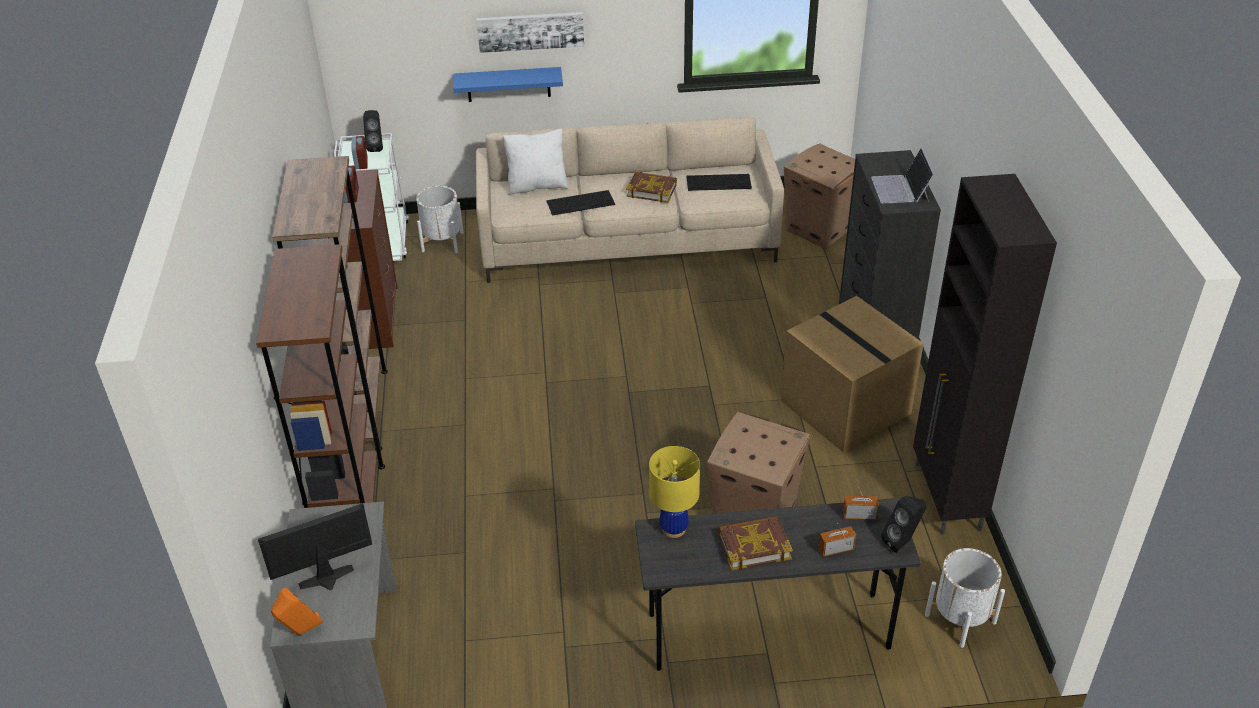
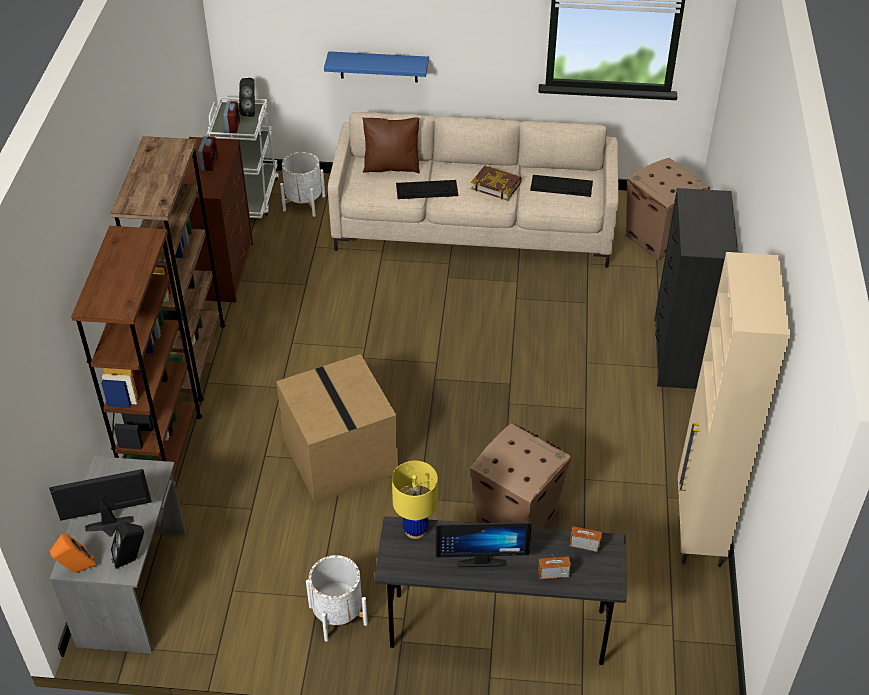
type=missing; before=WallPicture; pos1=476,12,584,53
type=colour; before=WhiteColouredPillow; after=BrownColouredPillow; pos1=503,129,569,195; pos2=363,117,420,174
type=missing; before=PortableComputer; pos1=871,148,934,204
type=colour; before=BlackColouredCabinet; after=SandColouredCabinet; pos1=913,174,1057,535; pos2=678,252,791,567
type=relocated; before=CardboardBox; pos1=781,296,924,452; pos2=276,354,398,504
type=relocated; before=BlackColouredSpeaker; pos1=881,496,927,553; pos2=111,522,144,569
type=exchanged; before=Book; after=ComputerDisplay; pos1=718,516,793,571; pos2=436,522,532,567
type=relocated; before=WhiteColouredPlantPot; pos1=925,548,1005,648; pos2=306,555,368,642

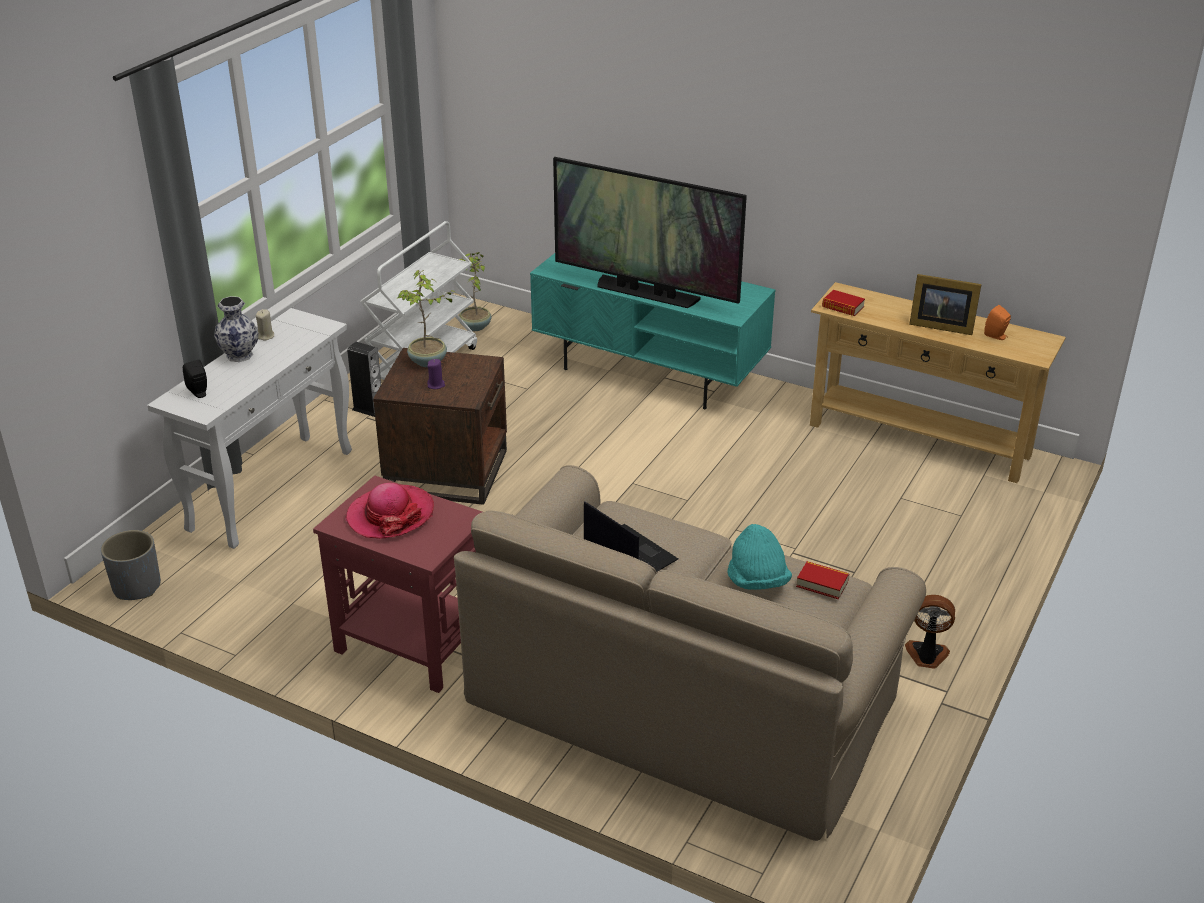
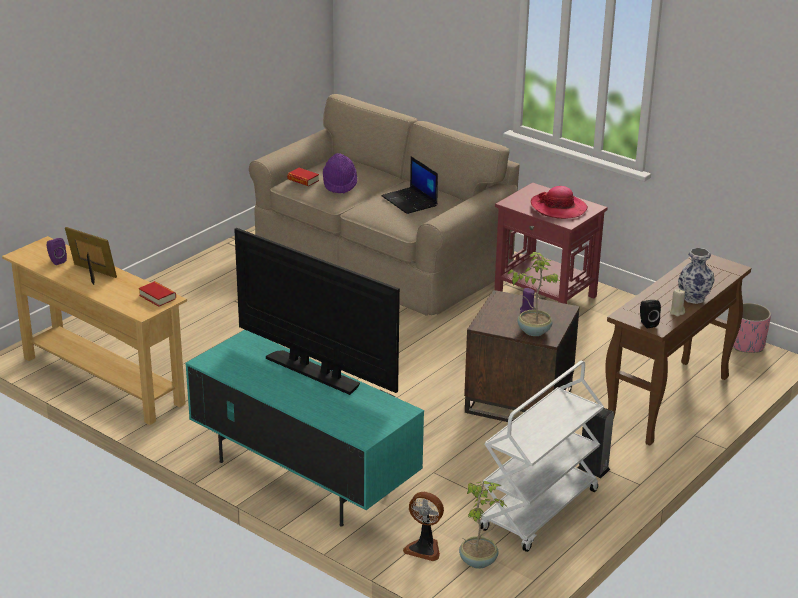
type=colour; before=OrangeySpeaker; after=PurpleSpeaker; pos1=984,305,1011,340; pos2=47,238,67,265
type=colour; before=WhiteColouredNarrowTable; after=BrownColouredNarrowTable; pos1=147,308,352,549; pos2=605,254,751,446
type=relocated; before=BlackColouredSpeaker; pos1=183,360,207,398; pos2=640,300,661,329
type=colour; before=BlueGreenWearableHat; after=PurpleWearableHat; pos1=727,524,792,590; pos2=323,153,357,194
type=colour; before=GreyPlantPot; after=PinkColouredPlantPot; pos1=101,530,161,600; pos2=733,303,771,353
type=relocated; before=CoolingFan; pos1=905,595,955,669; pos2=403,492,444,561

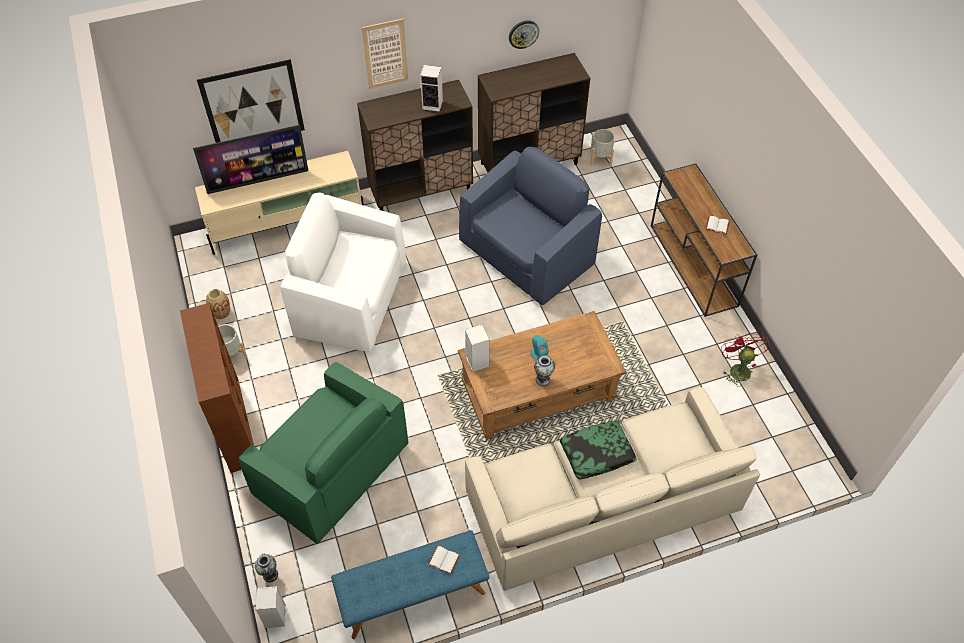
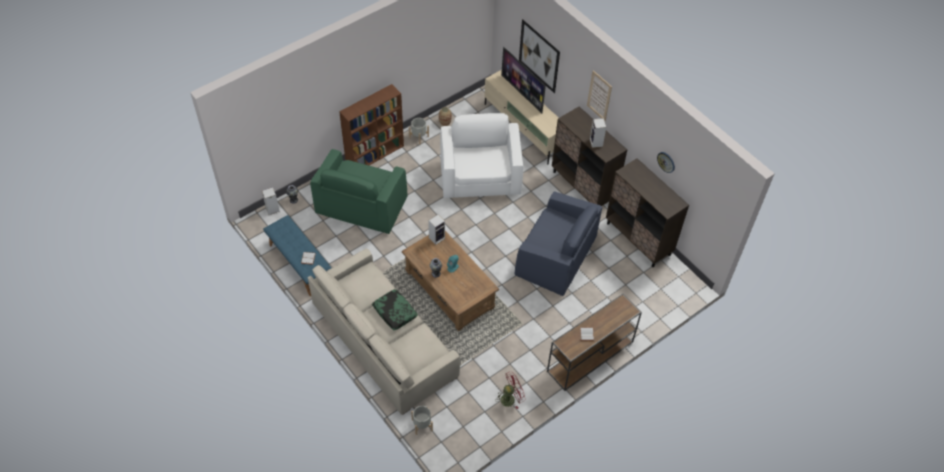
type=relocated; before=GreyPlantPot; pos1=590,129,615,167; pos2=411,406,433,435

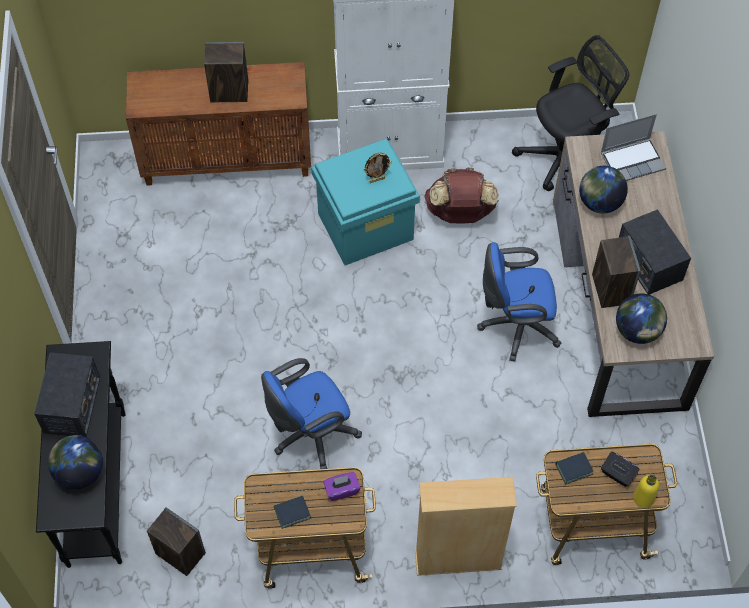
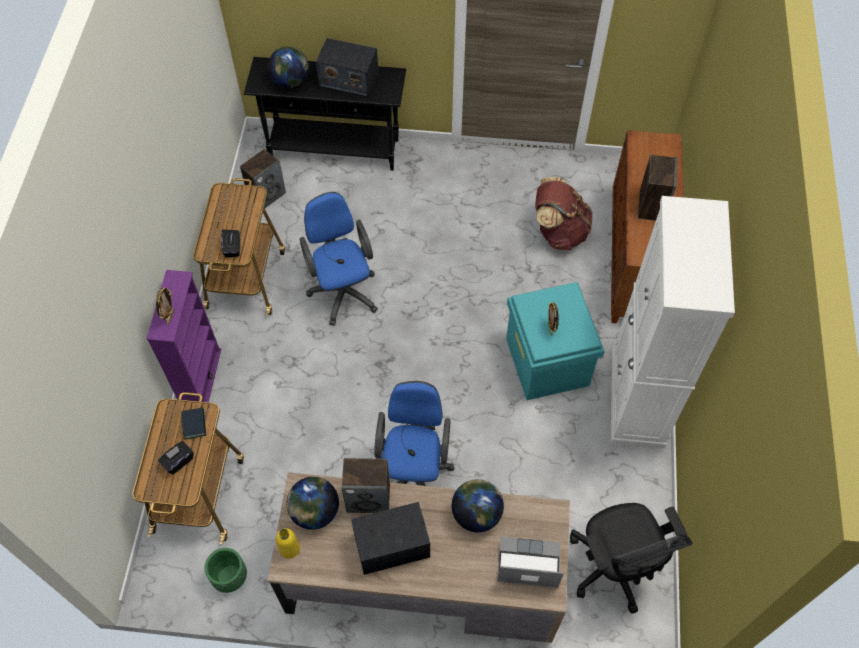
type=spun; before=PortableComputer; pos1=601,114,666,181; pos2=497,536,564,588; turn=105
type=relocated; before=BrownColouredRucksack; pos1=424,168,498,224; pos2=535,177,593,250
type=colour; before=PurpleTissueBox; after=BlackColouredTissueBox; pos1=324,472,361,501; pos2=221,230,240,258
type=relocated; before=YellowColouredBeverageBottle; pos1=633,475,659,508; pos2=276,528,300,559
type=colour; before=SandColouredBookcase; after=PurpleBookcase; pos1=415,477,517,576; pos2=146,270,221,408
type=missing; before=Book; pos1=274,496,311,529
type=appeared; after=PhotoFrame; pos2=156,287,174,325
type=appeared; after=GreenishPlantPot; pos2=205,548,247,593

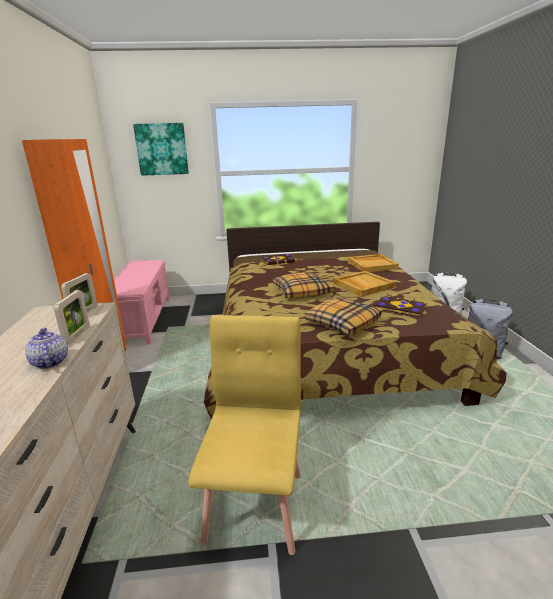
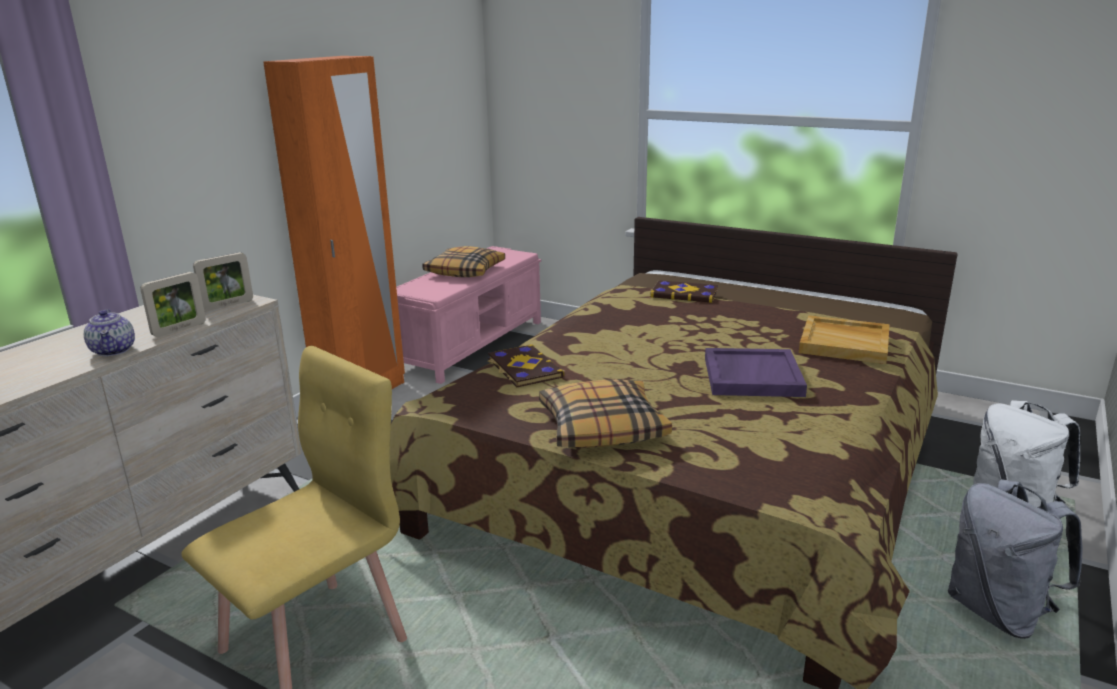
type=missing; before=WallPicture; pos1=133,123,189,176
type=colour; before=SandColouredServingTray; after=PurpleServingTray; pos1=334,271,395,297; pos2=705,348,807,397
type=relocated; before=Pillow; pos1=273,272,334,299; pos2=422,246,505,277
type=relocated; before=Book; pos1=375,296,427,317; pos2=487,344,564,387
type=spun; before=Teapot; pos1=25,328,68,369; pos2=84,309,135,356; turn=150

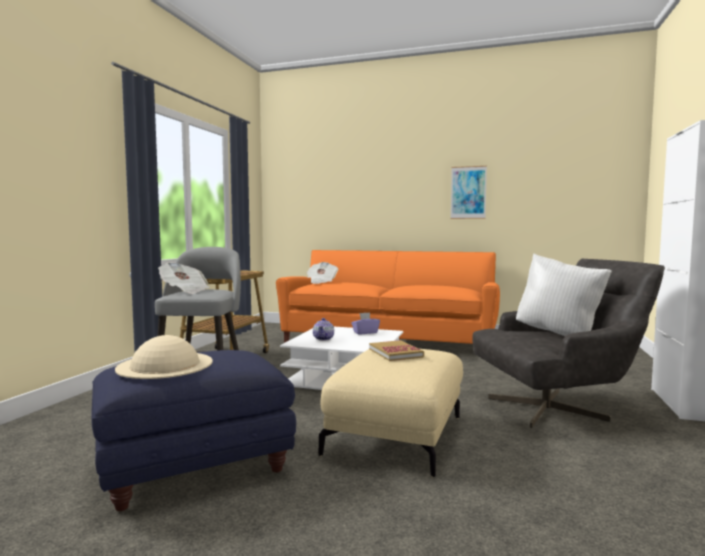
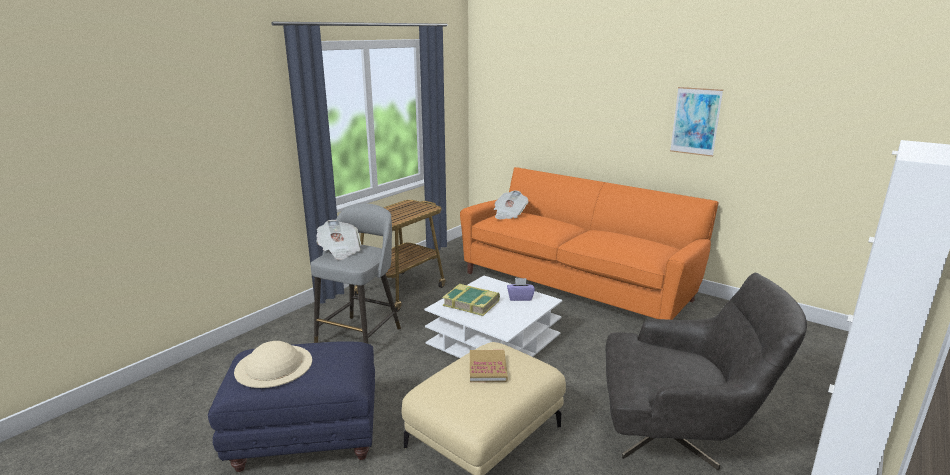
type=missing; before=WhiteColouredPillow; pos1=516,253,612,336
type=exchanged; before=Teapot; after=Book; pos1=313,318,334,340; pos2=442,284,500,316

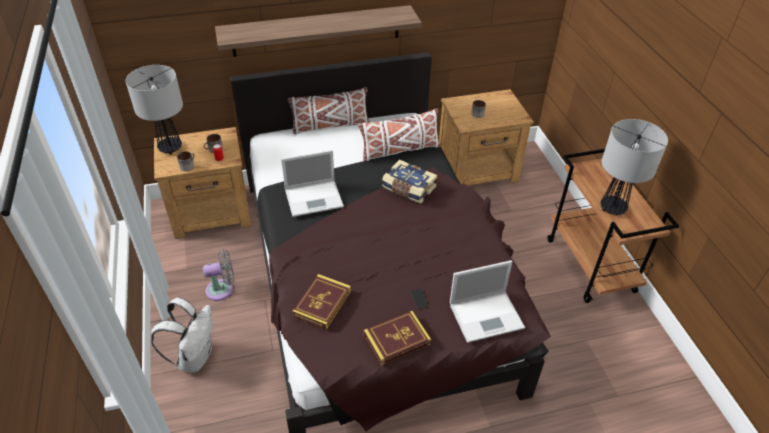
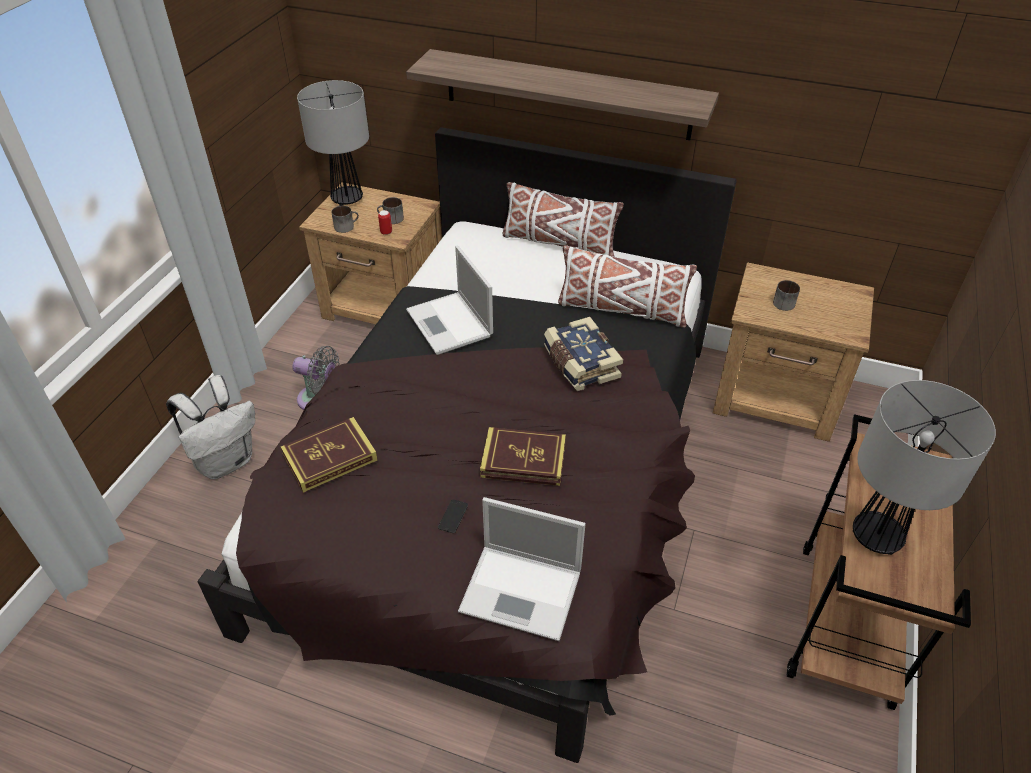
type=spun; before=PortableComputer; pos1=281,150,344,217; pos2=406,246,493,355; turn=45
type=relocated; before=Book; pos1=364,311,431,365; pos2=480,427,566,486

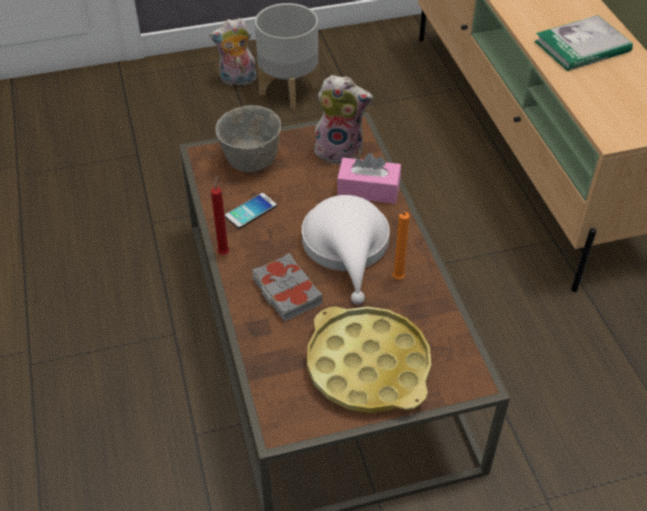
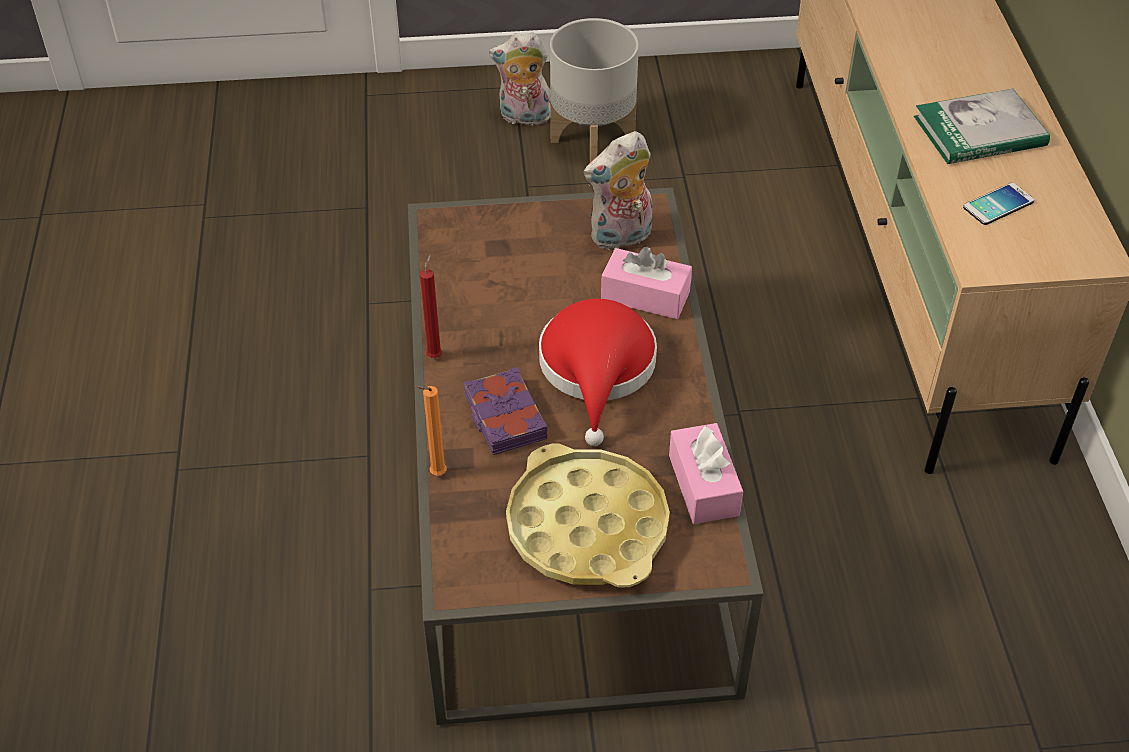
type=spun; before=PlushToy; pos1=314,75,373,165; pos2=584,131,652,250; turn=135
type=missing; before=GreyServingBowl; pos1=215,105,281,172
type=relocated; before=Phone; pos1=225,193,277,229; pos2=963,183,1034,225
type=colour; before=WhiteColouredWearableHat; after=RedWearableHat; pos1=302,195,390,305; pos2=539,299,657,446
type=relocated; before=OrangeyWaxLight; pos1=393,212,410,280; pos2=416,386,447,476
type=colour; before=GreyBook; after=PurpleBook; pos1=252,253,322,322; pos2=464,367,548,455
type=appeared; after=PinkColouredTissueBox; pos2=669,423,743,524

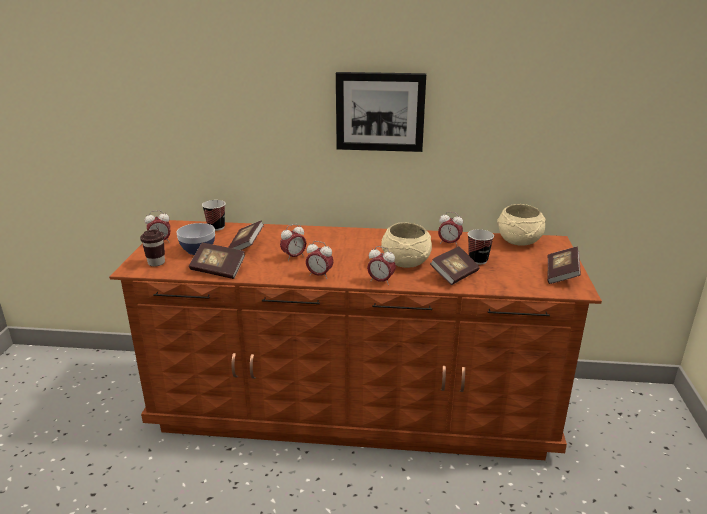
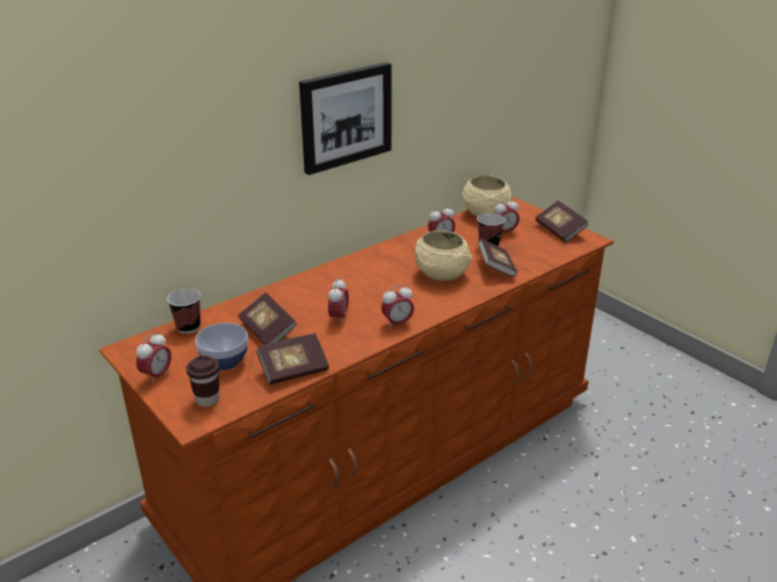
type=relocated; before=AlarmClock; pos1=367,246,396,286; pos2=494,198,520,233

